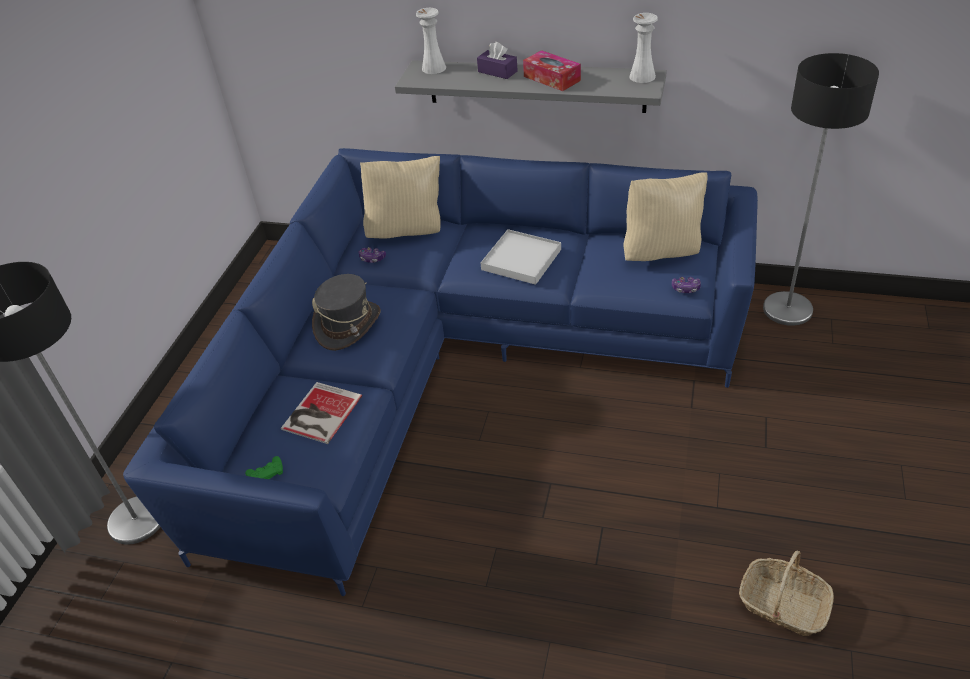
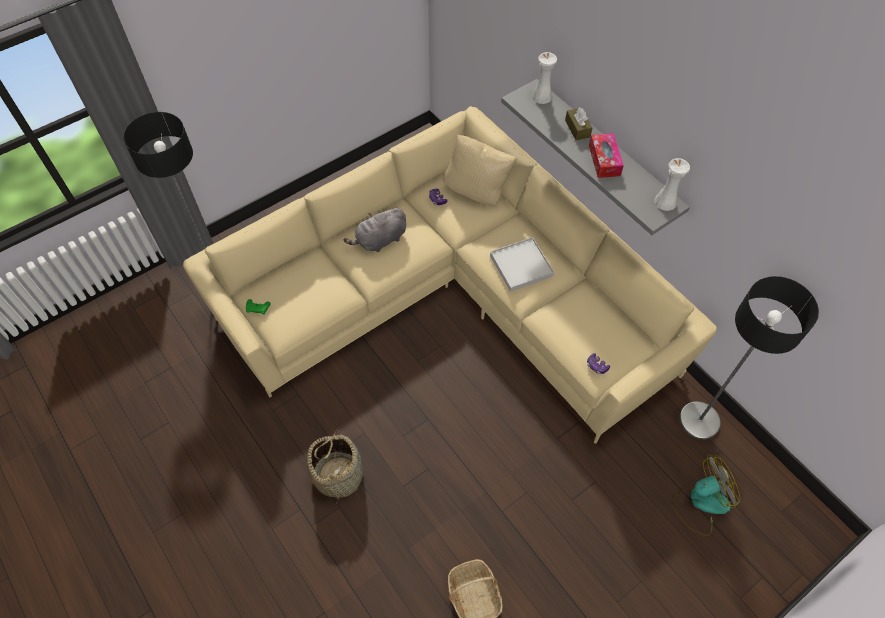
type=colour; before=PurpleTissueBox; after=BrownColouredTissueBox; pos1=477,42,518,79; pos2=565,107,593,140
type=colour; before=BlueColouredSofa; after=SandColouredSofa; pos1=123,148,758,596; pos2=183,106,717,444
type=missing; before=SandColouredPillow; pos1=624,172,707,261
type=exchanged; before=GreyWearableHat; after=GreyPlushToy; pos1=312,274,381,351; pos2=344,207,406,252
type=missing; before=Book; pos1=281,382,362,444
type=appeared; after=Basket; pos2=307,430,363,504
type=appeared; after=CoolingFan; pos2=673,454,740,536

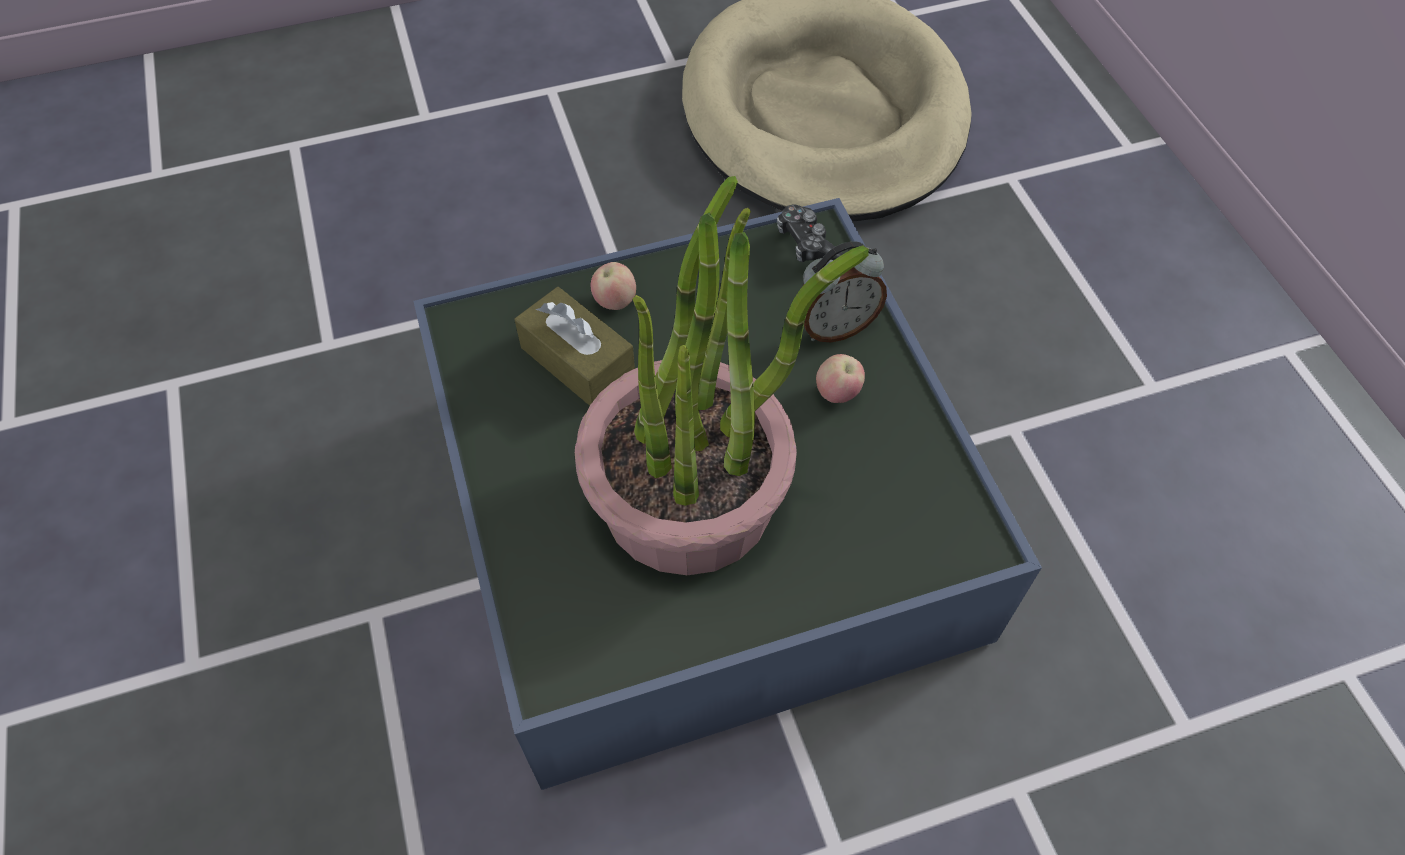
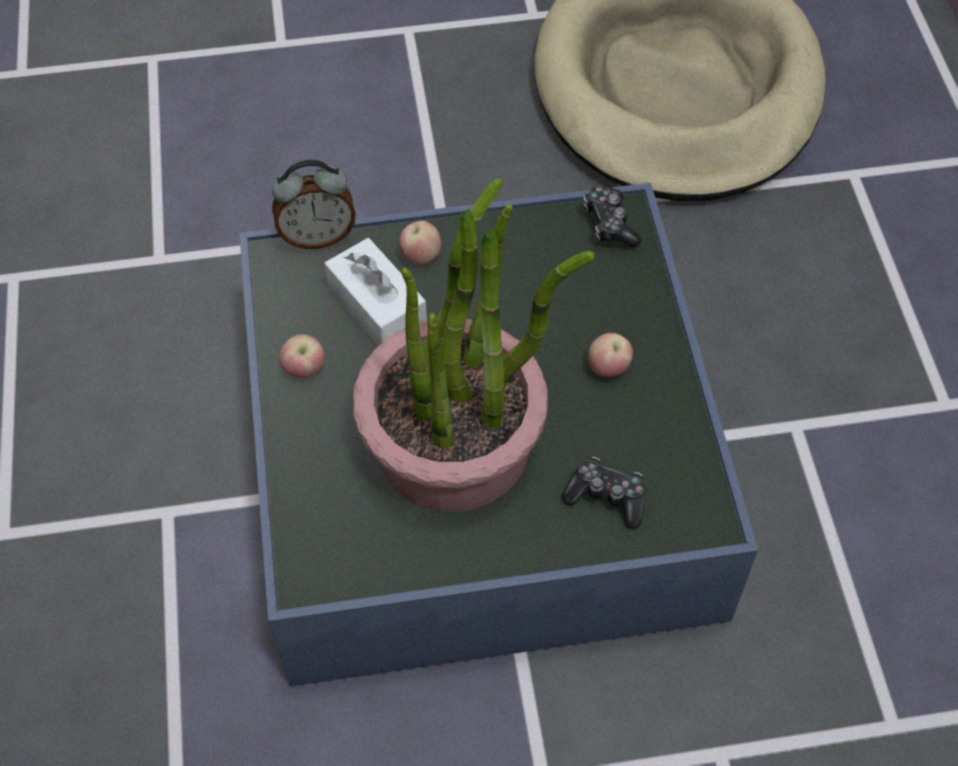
type=relocated; before=AlarmClock; pos1=802,241,887,342; pos2=272,160,356,249
type=colour; before=BrownColouredTissueBox; after=WhiteColouredTissueBox; pos1=514,287,635,406; pos2=325,238,427,346
type=appeared; after=AppleFruit; pos2=280,335,325,378
type=appeared; after=GameController; pos2=562,457,646,529

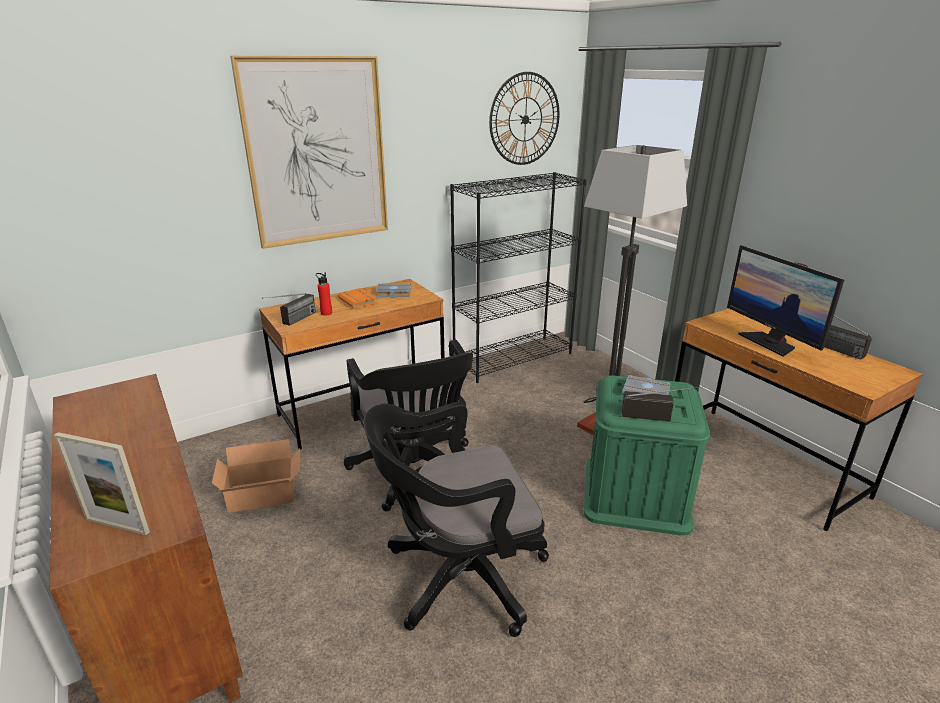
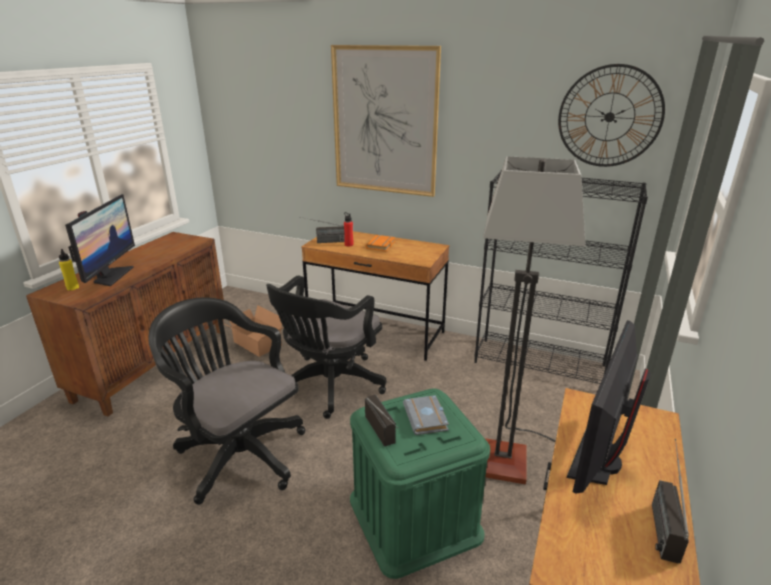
type=missing; before=GreyBook; pos1=376,283,411,298
type=exchanged; before=PhotoFrame; after=YellowColouredBeverageBottle; pos1=54,432,150,535; pos2=59,249,79,291
type=appeared; after=ComputerDisplay; pos2=65,194,135,286

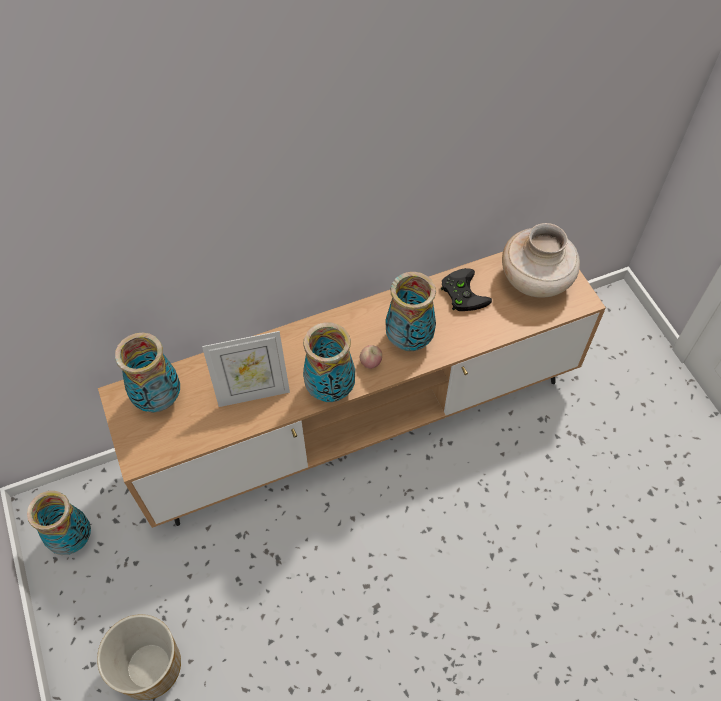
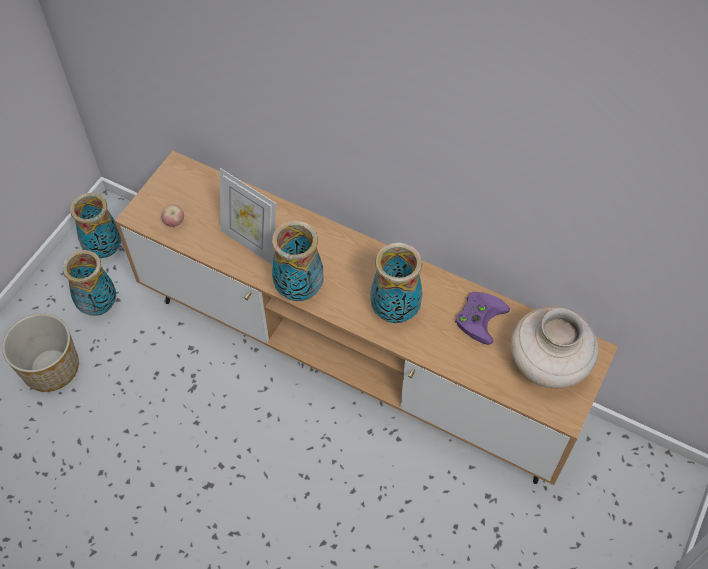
type=colour; before=BlackColouredGameController; after=PurpleGameController; pos1=441,268,492,311; pos2=455,292,510,345
type=relocated; before=Vase; pos1=115,333,180,413; pos2=63,250,116,316
type=relocated; before=AppleFruit; pos1=360,345,382,369; pos2=161,205,184,227

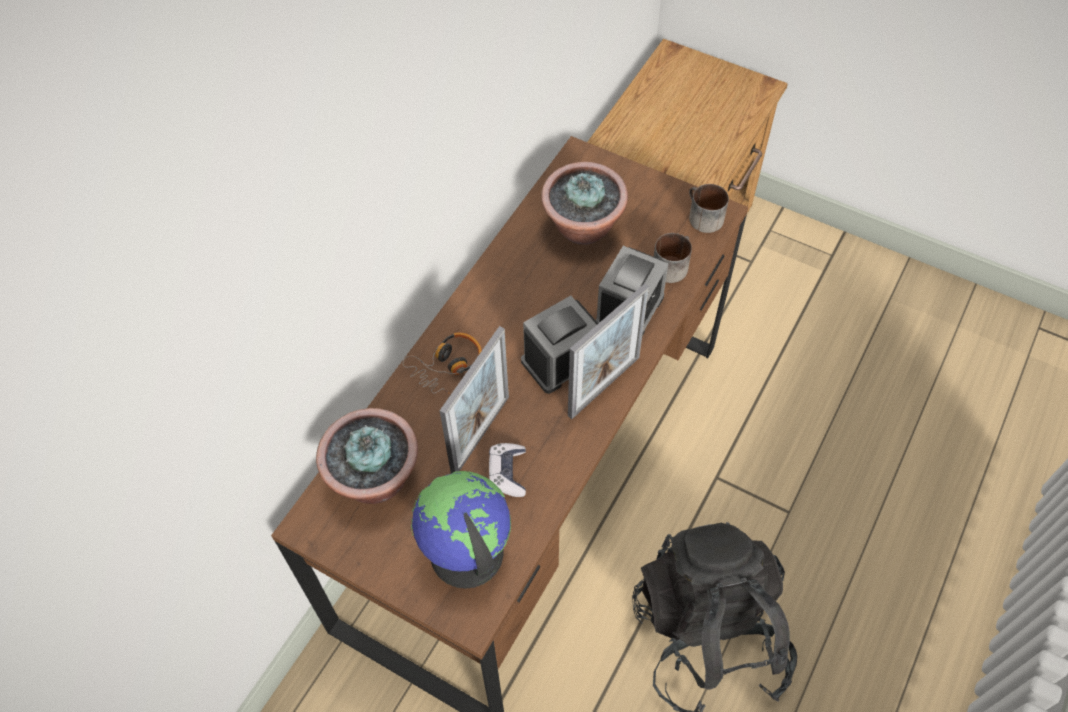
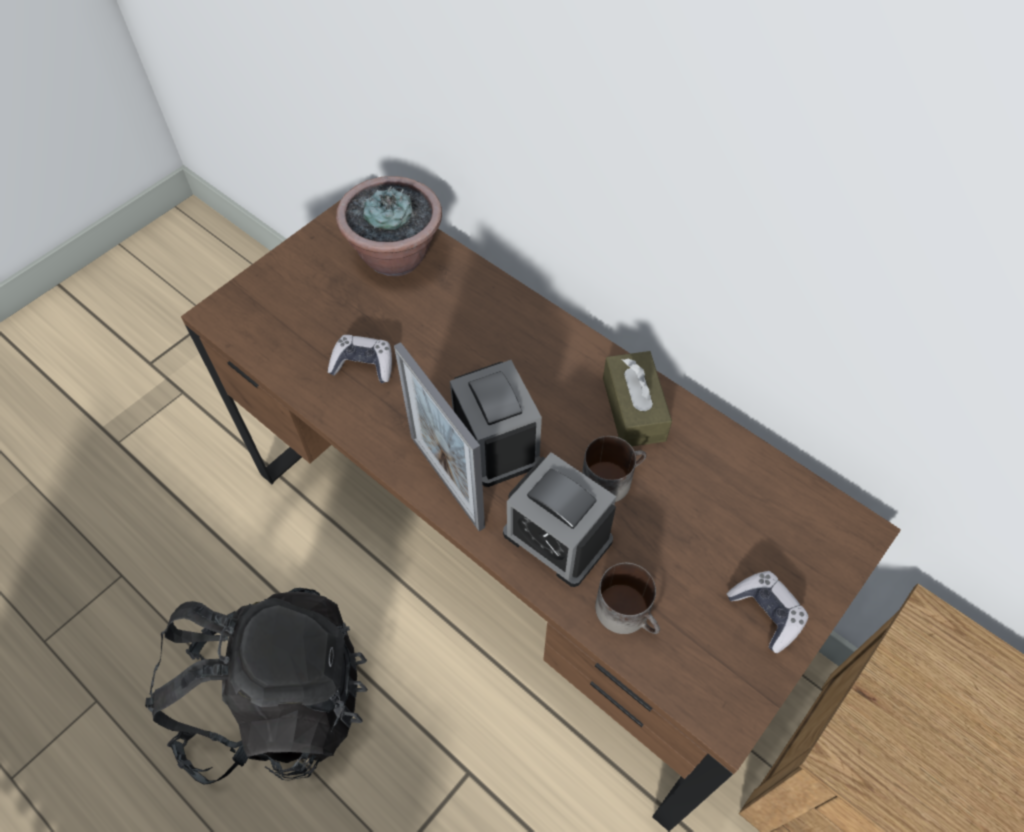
type=missing; before=Houseplant; pos1=541,162,628,245
type=relocated; before=CoffeeMug; pos1=689,184,729,233; pos2=582,436,646,502
type=missing; before=PhotoFrame; pos1=440,326,509,473
type=missing; before=PairOfHeadphones; pos1=403,333,482,395
type=missing; before=WorldGlobe; pos1=411,471,511,588
type=appeared; after=BrownColouredTissueBox; pos2=603,351,672,446
type=appeared; after=GameController; pos2=727,571,808,653

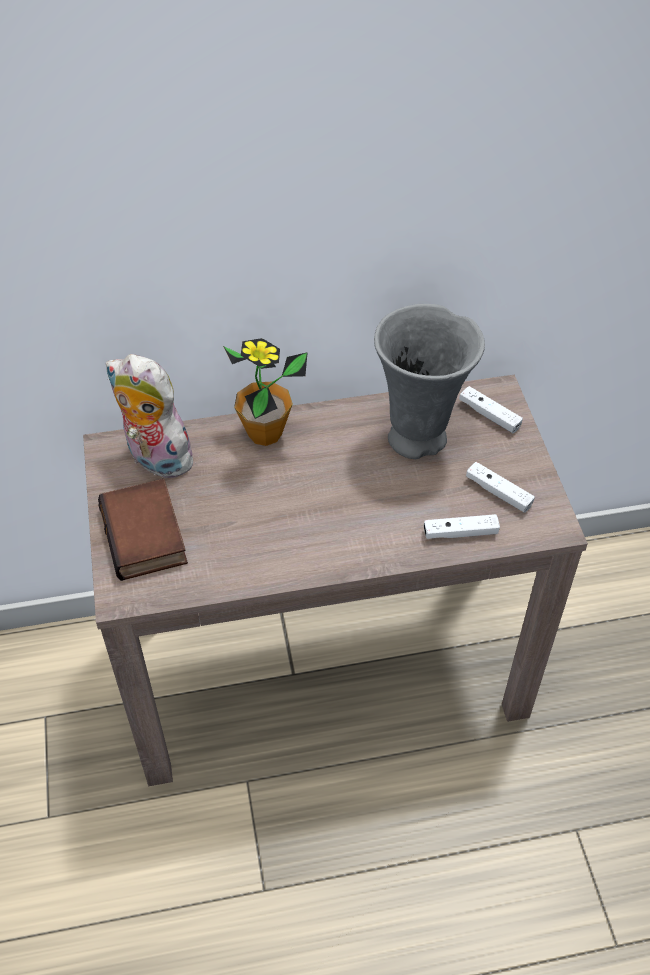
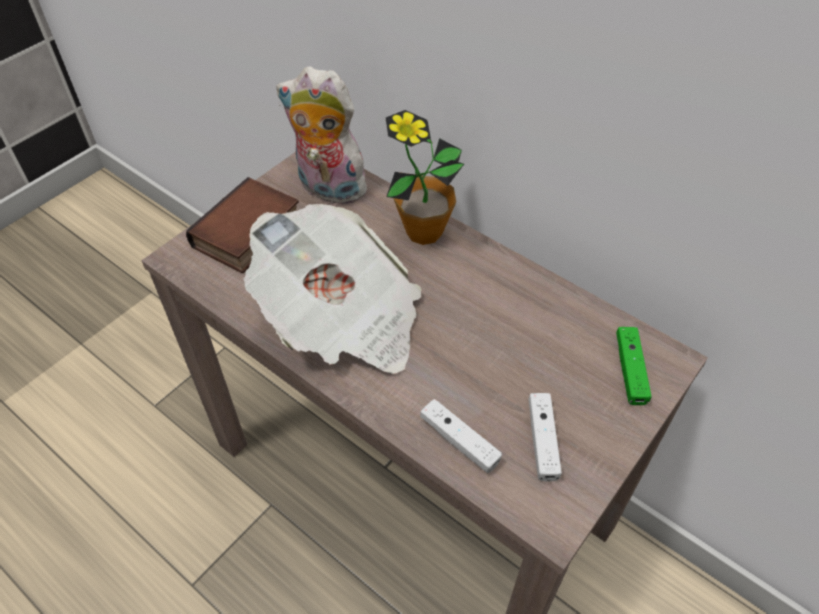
type=missing; before=GreyVase; pos1=374,304,485,459
type=spun; before=PlushToy; pos1=106,354,193,478; pos2=276,66,372,204; turn=-60
type=colour; before=WhiteColouredGameController; after=GreenishGameController; pos1=459,386,523,433; pos2=616,327,652,405
type=appeared; after=PrintedPaper; pos2=243,204,422,374

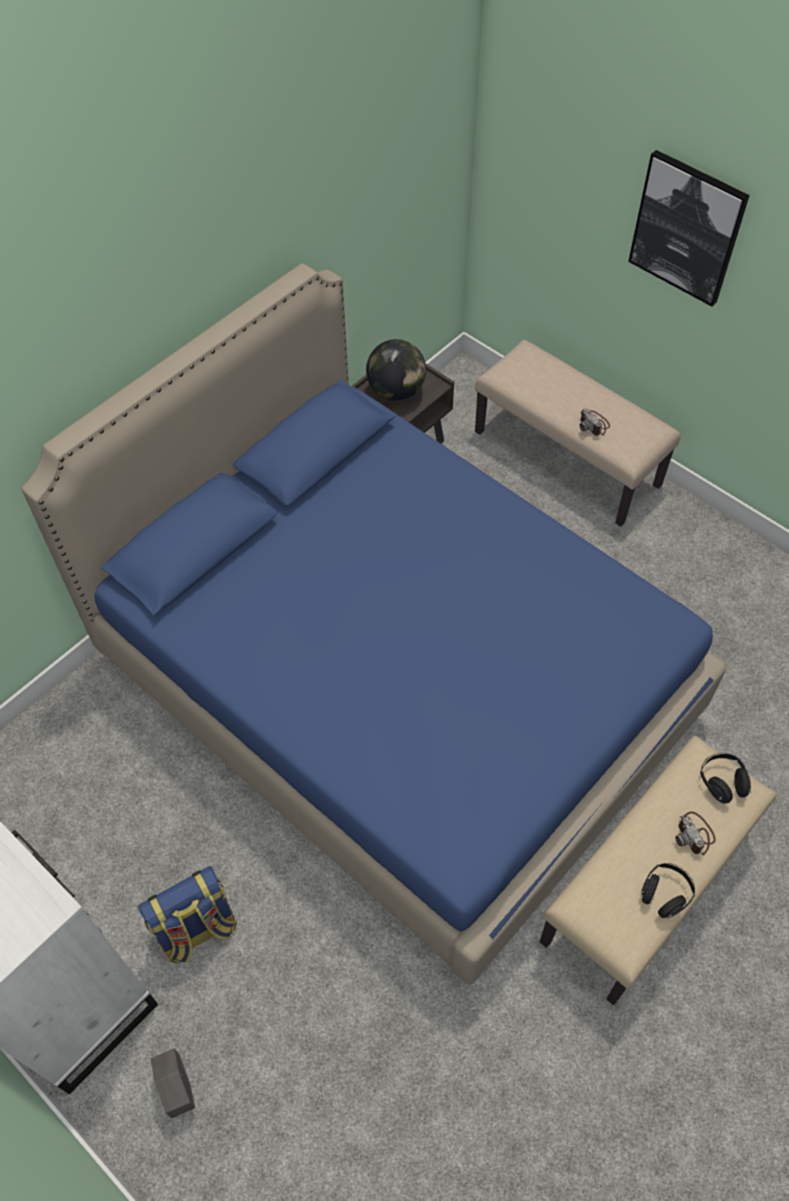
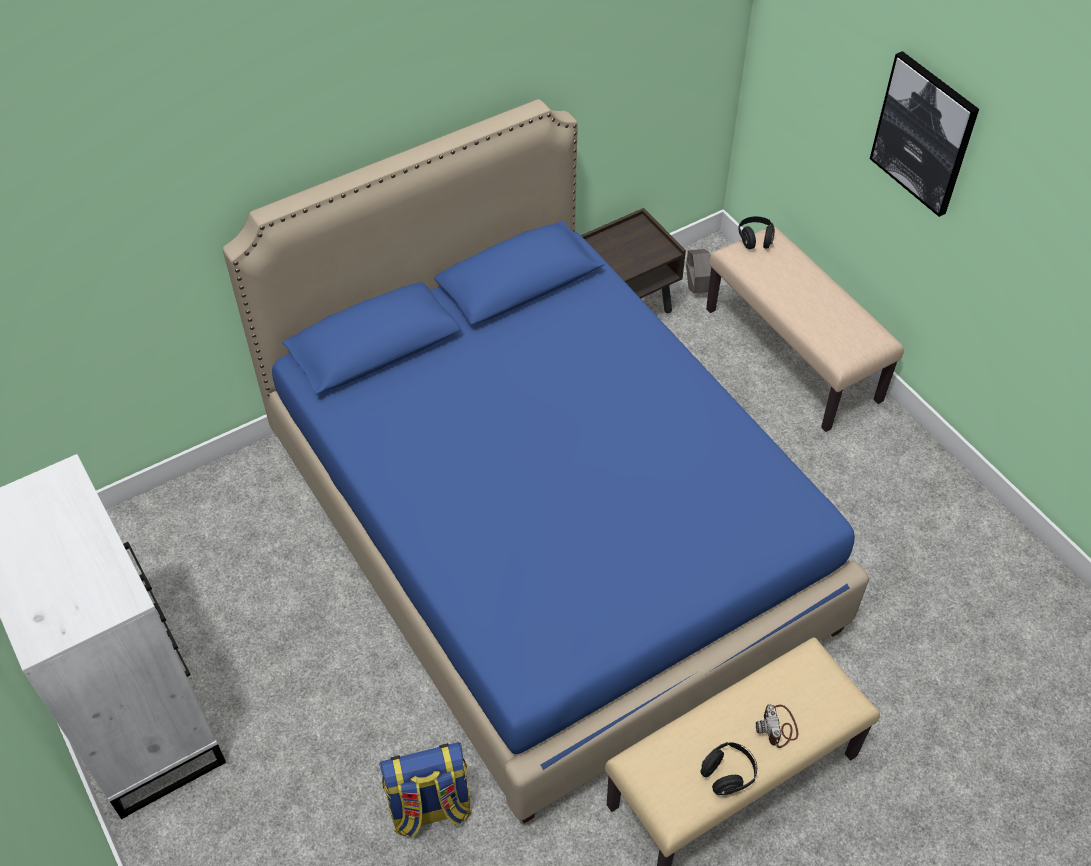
type=missing; before=WorldGlobe; pos1=366,339,426,401
type=missing; before=StillCamera; pos1=579,408,610,436
type=relocated; before=BlackColouredPairOfHeadphones; pos1=700,753,751,803; pos2=739,216,775,249
type=relocated; before=Rucksack; pos1=138,866,237,964; pos2=379,742,472,838
type=relocated; before=GreyPlantPot; pos1=151,1049,195,1118; pos2=686,249,711,293

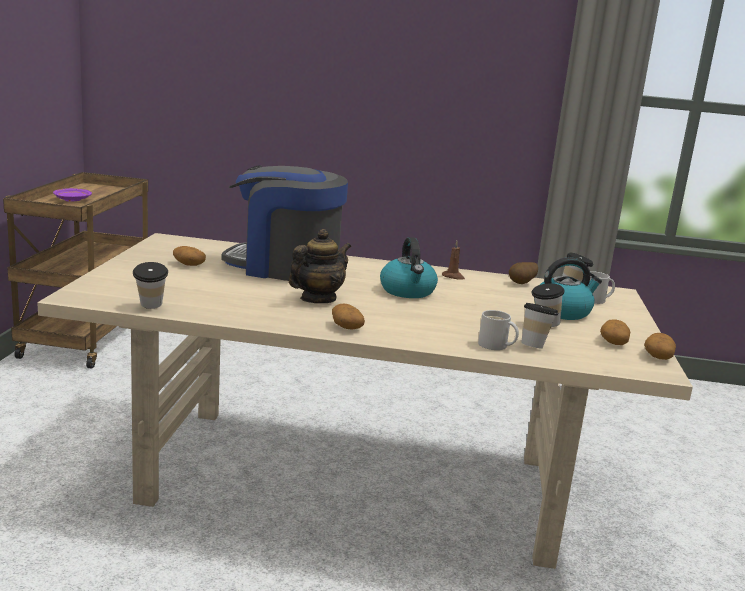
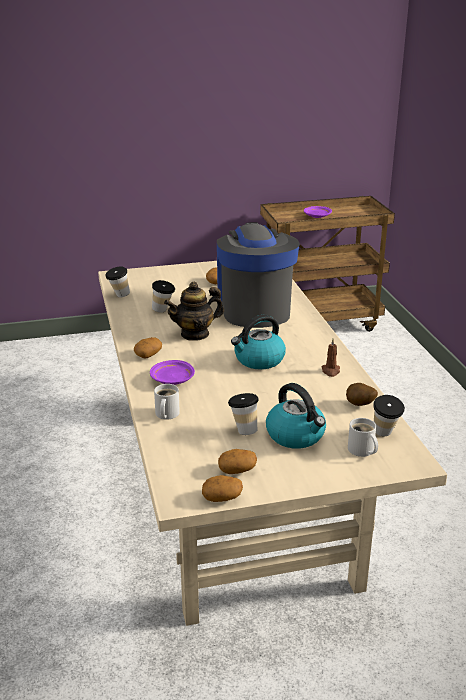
type=spun; before=Teapot; pos1=289,229,351,303; pos2=164,282,224,341; turn=135
type=relocated; before=SmallCup; pos1=521,303,559,349; pos2=152,280,175,313
type=appeared; after=PurplePlate; pos2=150,360,195,385

